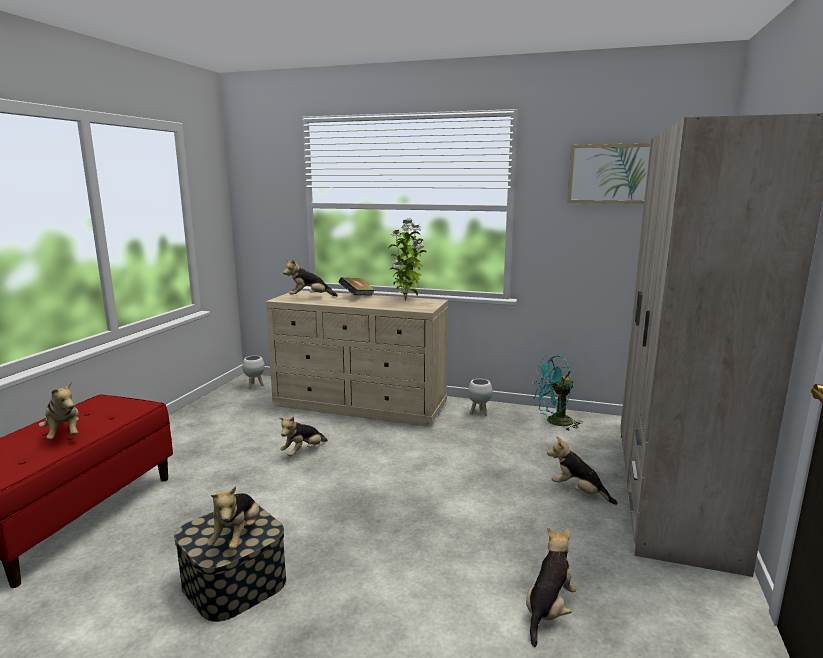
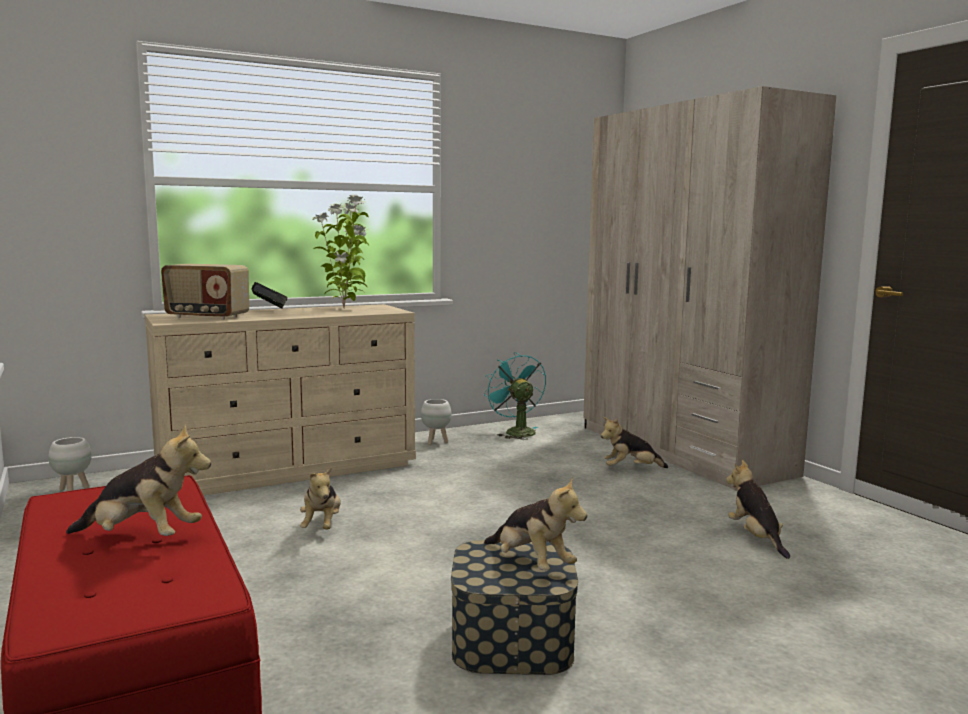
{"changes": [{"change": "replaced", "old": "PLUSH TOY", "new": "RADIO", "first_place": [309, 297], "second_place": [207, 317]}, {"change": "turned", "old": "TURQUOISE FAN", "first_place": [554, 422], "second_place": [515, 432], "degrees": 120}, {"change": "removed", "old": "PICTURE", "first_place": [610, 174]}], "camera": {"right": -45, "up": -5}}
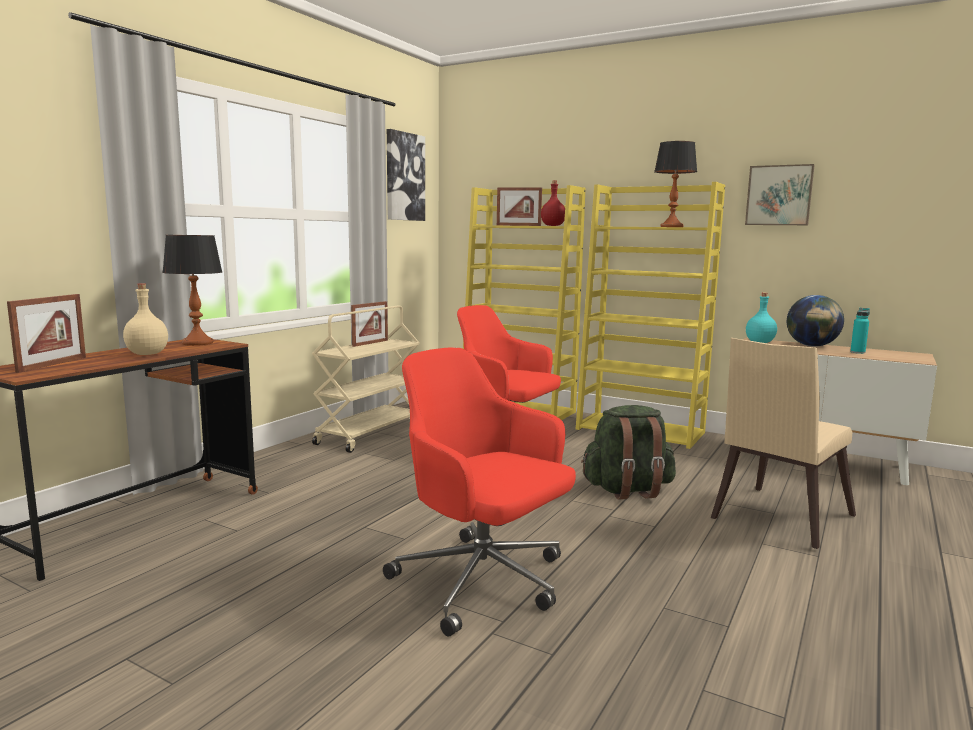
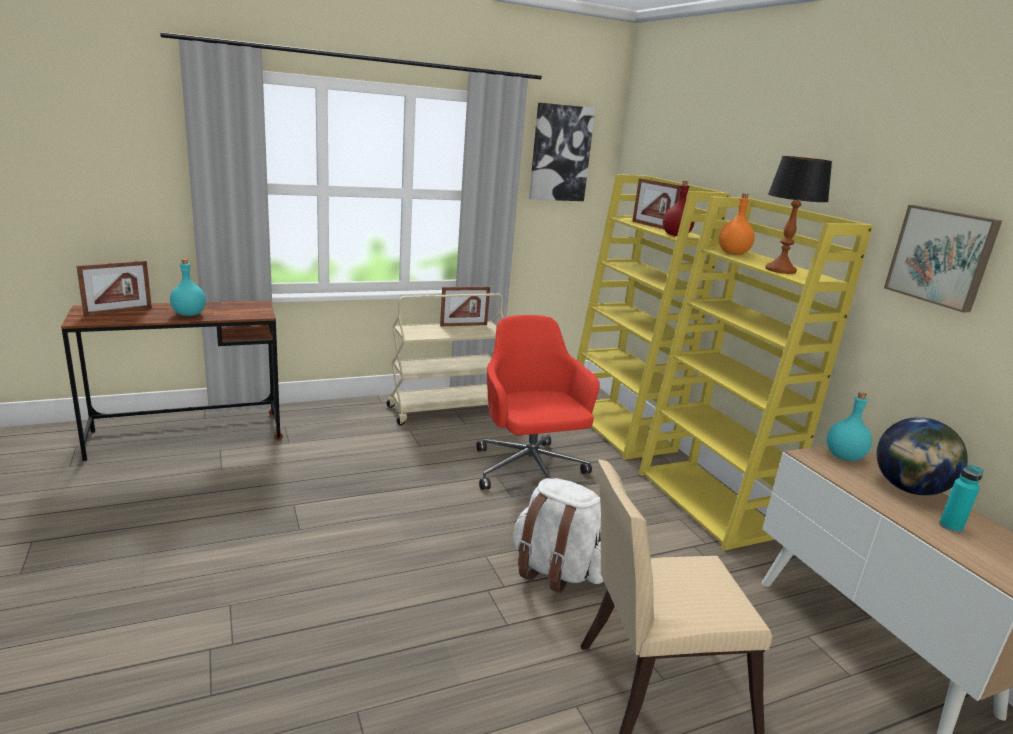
{"changes": [{"change": "recoloured", "old": "BEIGE BOTTLE", "new": "TURQUOISE BOTTLE", "first_place": [147, 354], "second_place": [189, 314]}, {"change": "recoloured", "old": "GREEN BACKPACK", "new": "WHITE BACKPACK", "first_place": [627, 490], "second_place": [557, 570]}, {"change": "added", "new": "ORANGE BOTTLE", "second_place": [732, 253]}, {"change": "removed", "old": "TABLE LAMP", "first_place": [198, 343]}, {"change": "removed", "old": "RED OFFICE CHAIR", "first_place": [483, 582]}], "camera": {"right": 35, "up": 10}}
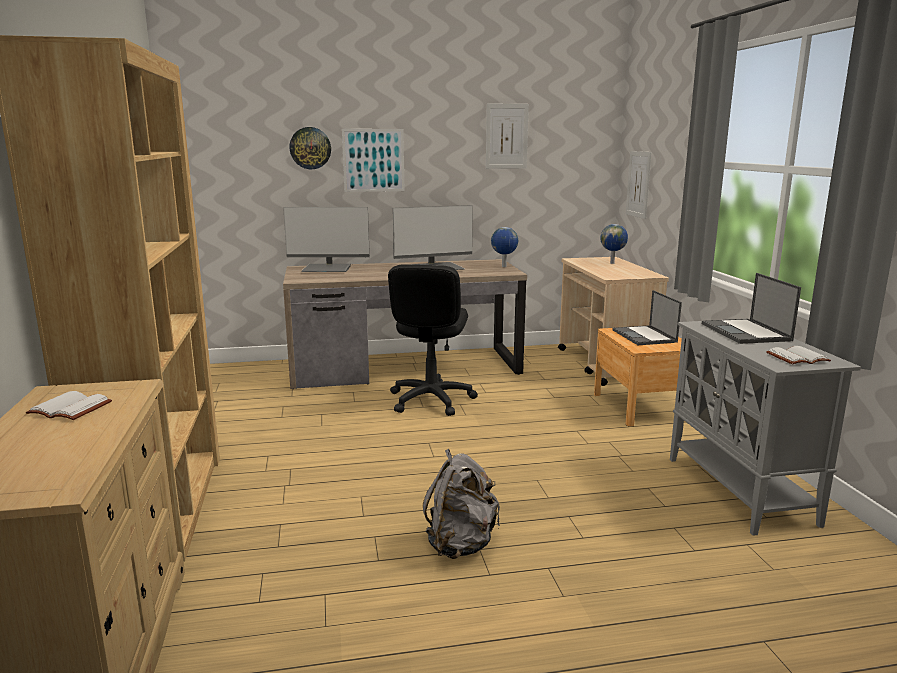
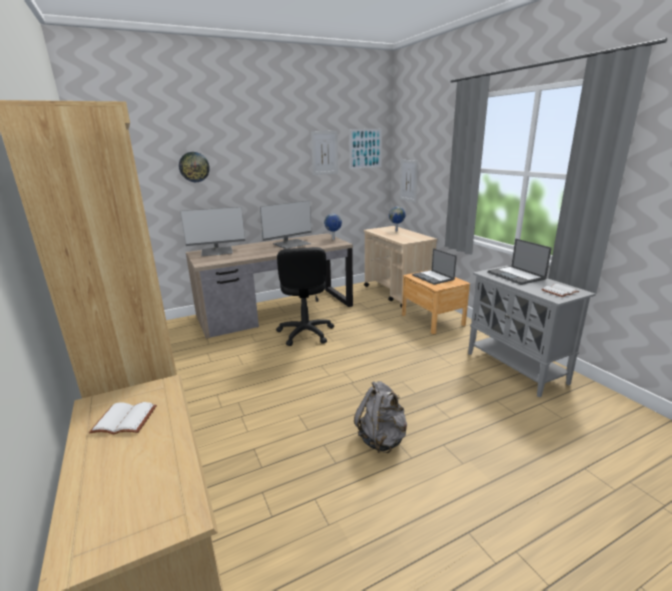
{"changes": [{"change": "moved", "old": "PICTURE", "first_place": [373, 160], "second_place": [365, 148]}], "camera": {"right": -15, "up": 5}}
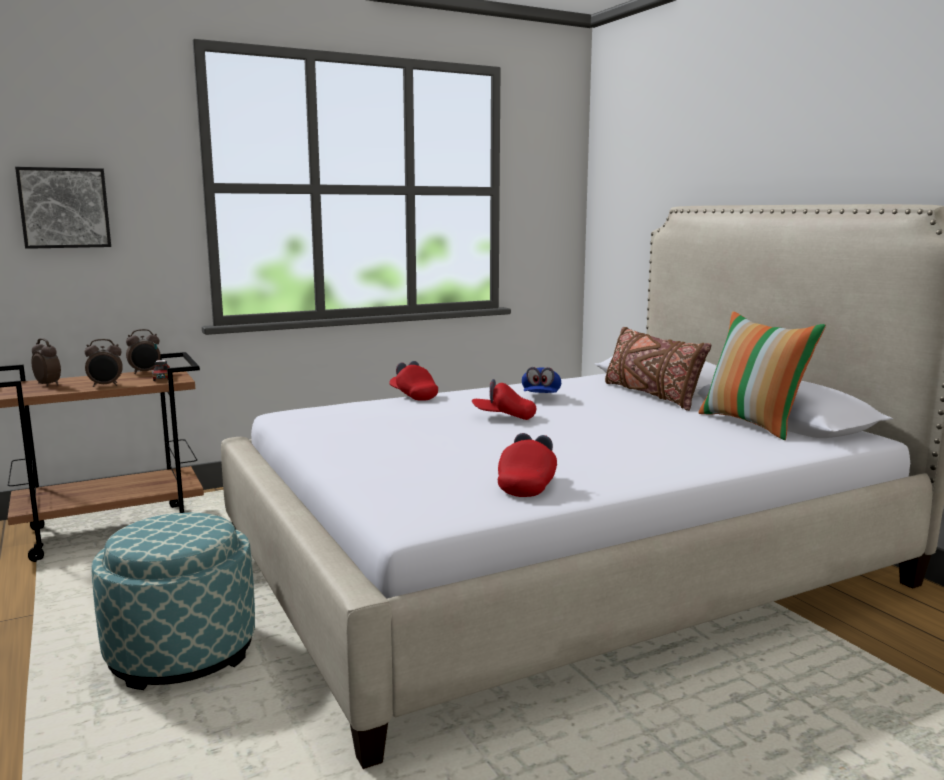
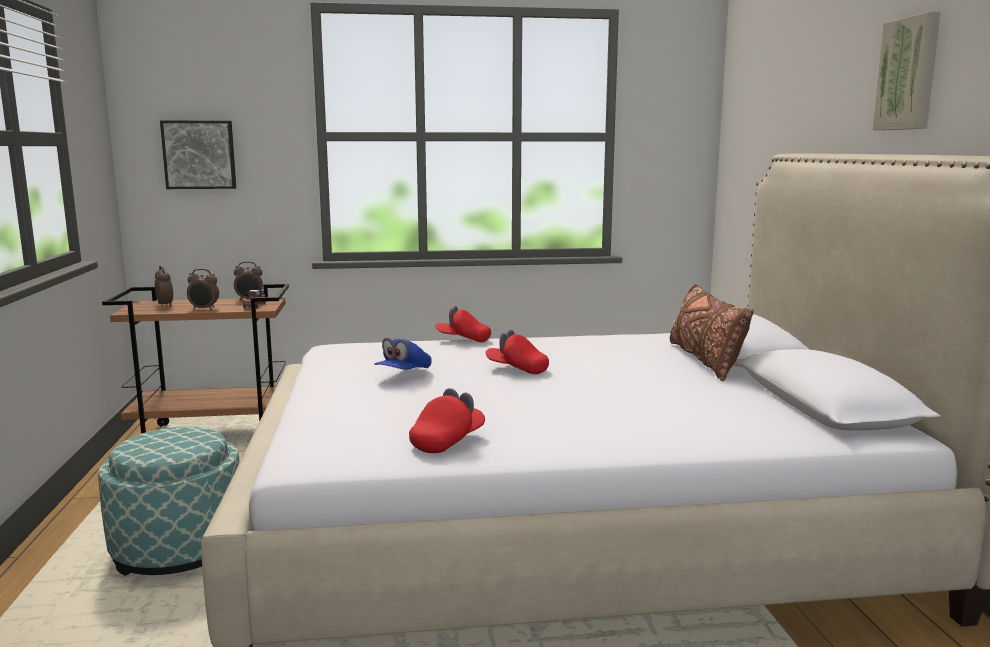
{"changes": [{"change": "moved", "old": "BLUE CAP", "first_place": [541, 397], "second_place": [403, 373]}, {"change": "turned", "old": "RED CAP", "first_place": [413, 396], "second_place": [463, 339], "degrees": -60}, {"change": "added", "new": "PICTURE", "second_place": [909, 74]}, {"change": "removed", "old": "PILLOW", "first_place": [753, 424]}], "camera": {"right": 20, "up": 0}}
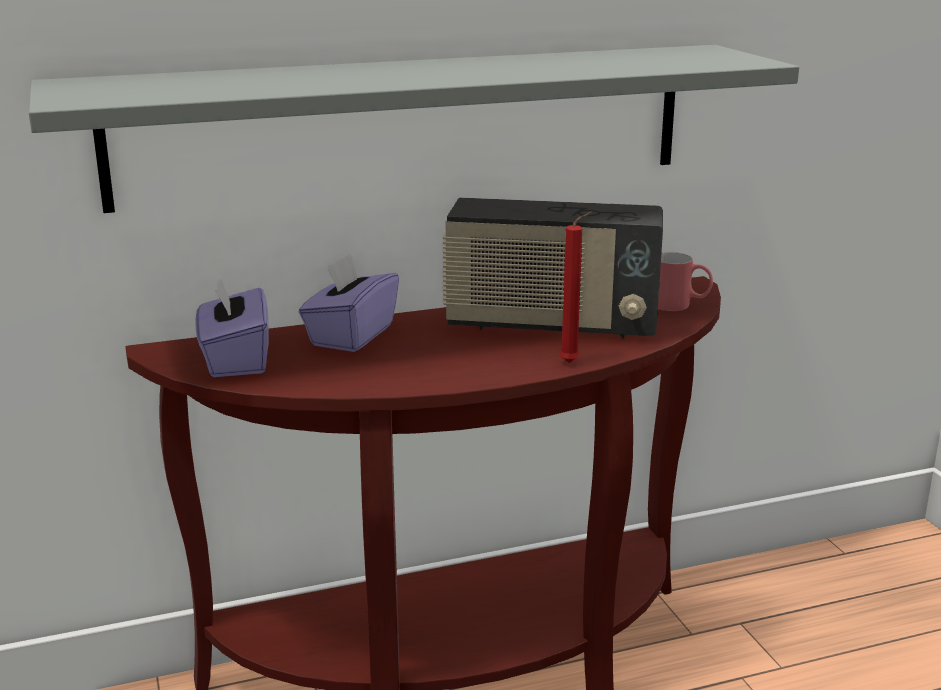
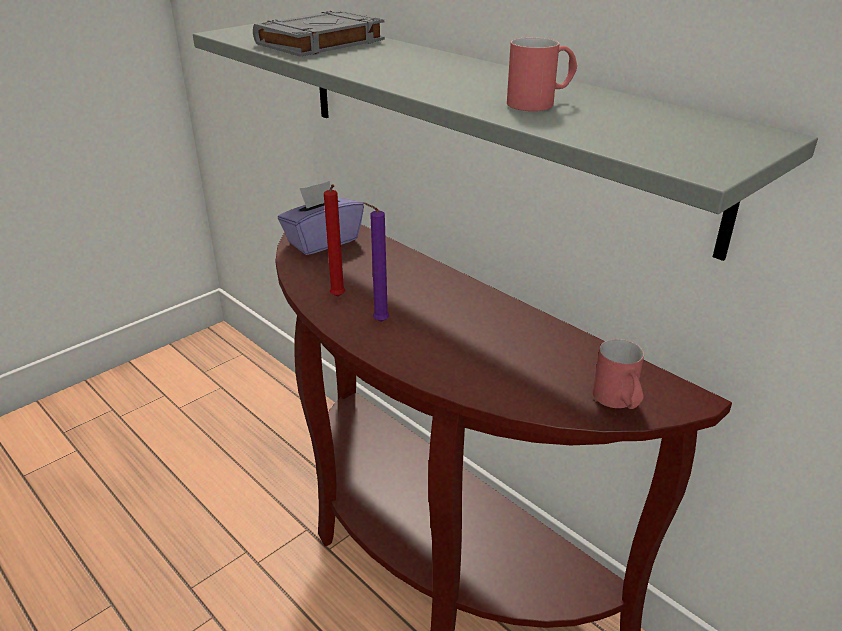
{"changes": [{"change": "added", "new": "GREY BOOK", "second_place": [319, 43]}, {"change": "moved", "old": "RED CANDLE", "first_place": [572, 363], "second_place": [338, 298]}, {"change": "added", "new": "PURPLE CANDLE", "second_place": [378, 322]}, {"change": "added", "new": "RED MUG", "second_place": [540, 103]}, {"change": "removed", "old": "PURPLE TISSUE BOX", "first_place": [351, 335]}, {"change": "removed", "old": "RADIO", "first_place": [551, 325]}], "camera": {"right": 65, "up": 10}}
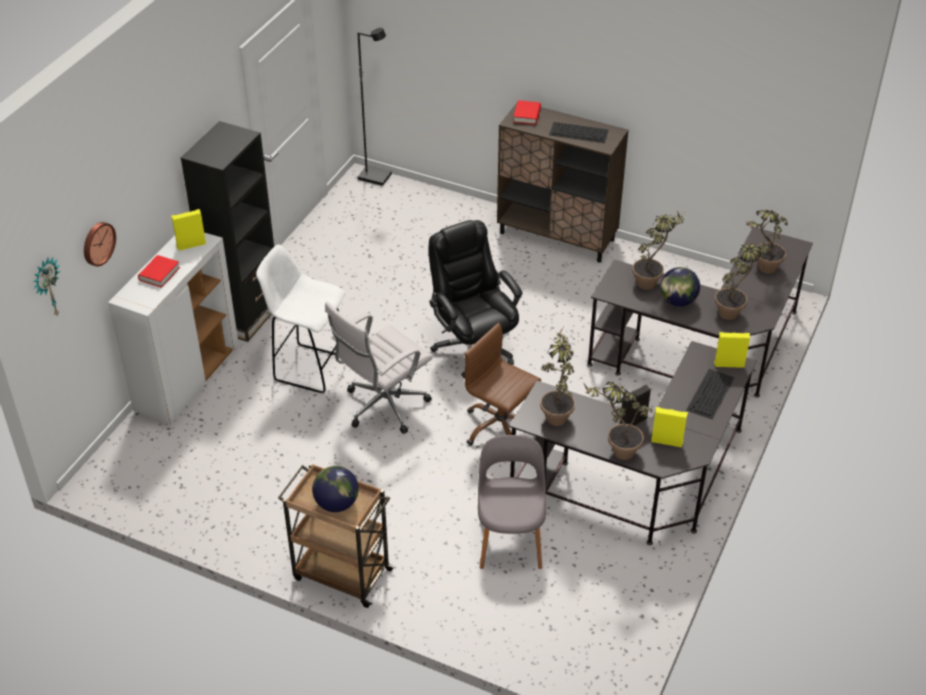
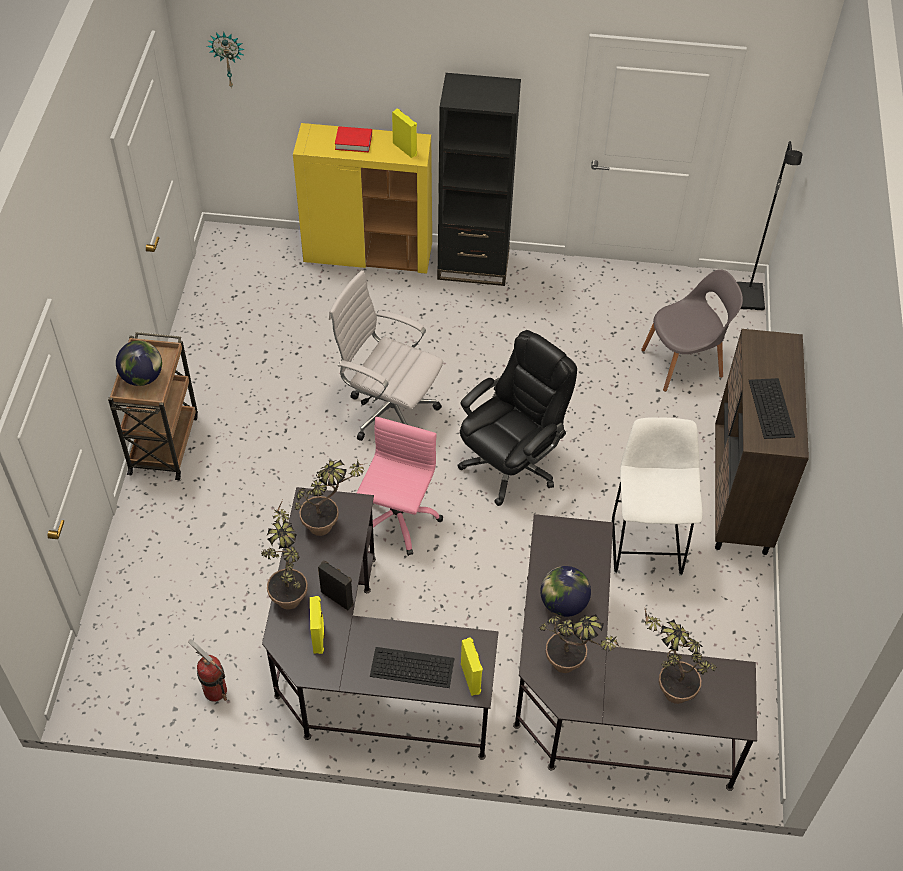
{"changes": [{"change": "added", "new": "FIRE EXTINGUISHER", "second_place": [215, 691]}, {"change": "recoloured", "old": "WHITE CABINET", "new": "YELLOW CABINET", "first_place": [187, 378], "second_place": [369, 253]}, {"change": "recoloured", "old": "BROWN OFFICE CHAIR", "new": "PINK OFFICE CHAIR", "first_place": [500, 428], "second_place": [397, 519]}, {"change": "moved", "old": "WHITE STOOL", "first_place": [309, 368], "second_place": [646, 545]}, {"change": "moved", "old": "GREY CHAIR", "first_place": [510, 539], "second_place": [684, 362]}, {"change": "removed", "old": "WALL CLOCK", "first_place": [97, 243]}, {"change": "removed", "old": "RED BOOK", "first_place": [527, 115]}, {"change": "removed", "old": "POTTED PLANT", "first_place": [652, 281]}], "camera": {"right": 70, "up": 10}}
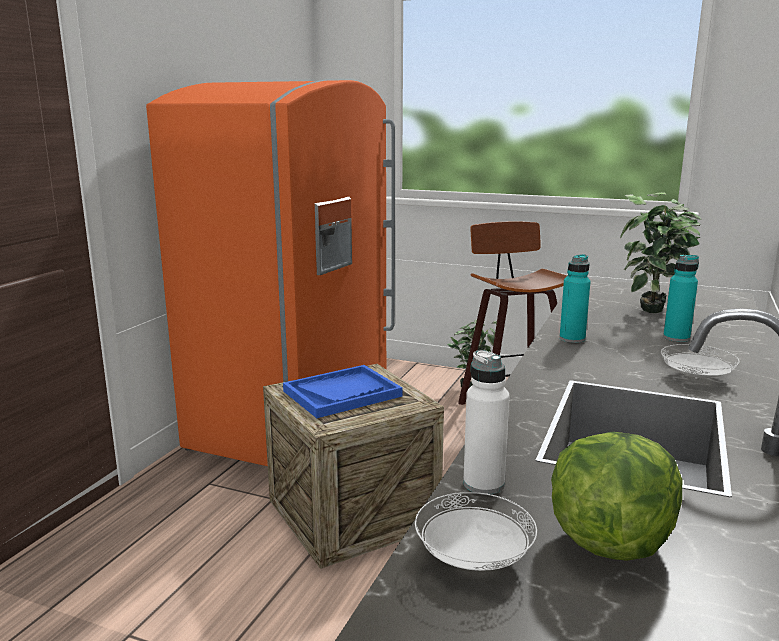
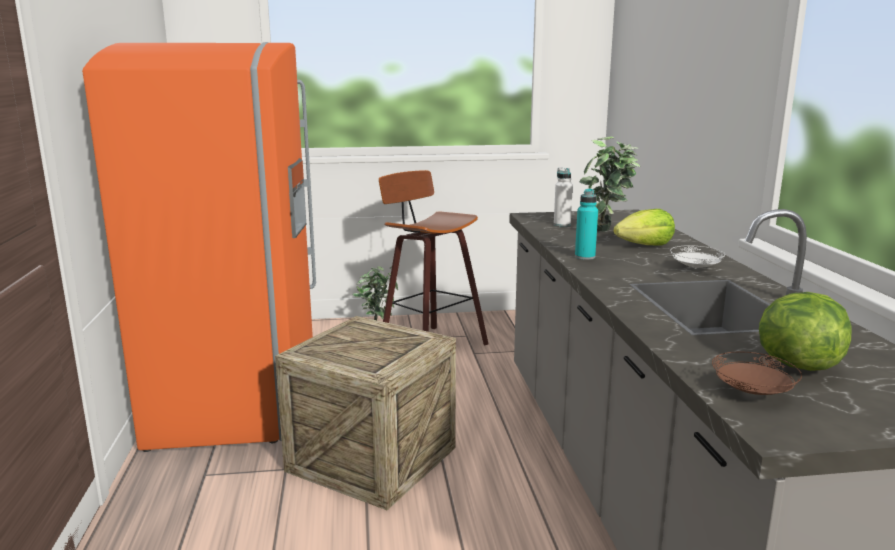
{"changes": [{"change": "moved", "old": "WHITE BOTTLE", "first_place": [483, 484], "second_place": [562, 224]}, {"change": "replaced", "old": "TURQUOISE BOTTLE", "new": "LETTUCE", "first_place": [676, 338], "second_place": [645, 245]}, {"change": "recoloured", "old": "WHITE PLATE", "new": "BROWN PLATE", "first_place": [474, 559], "second_place": [753, 393]}, {"change": "removed", "old": "BLUE TRAY", "first_place": [342, 393]}], "camera": {"right": -30, "up": 0}}
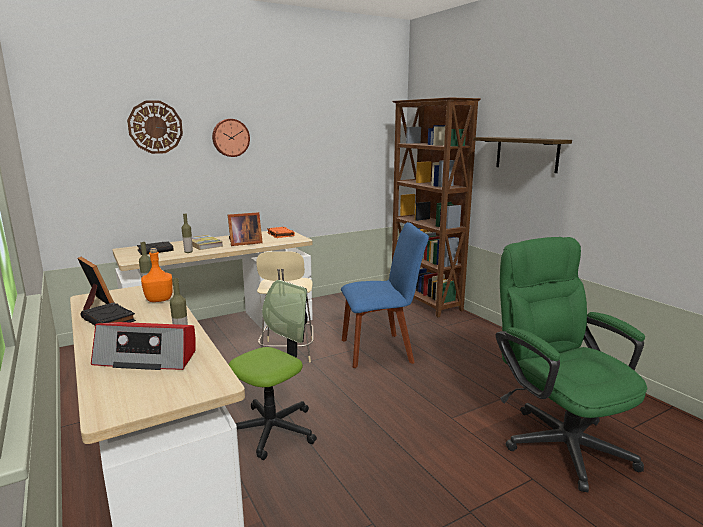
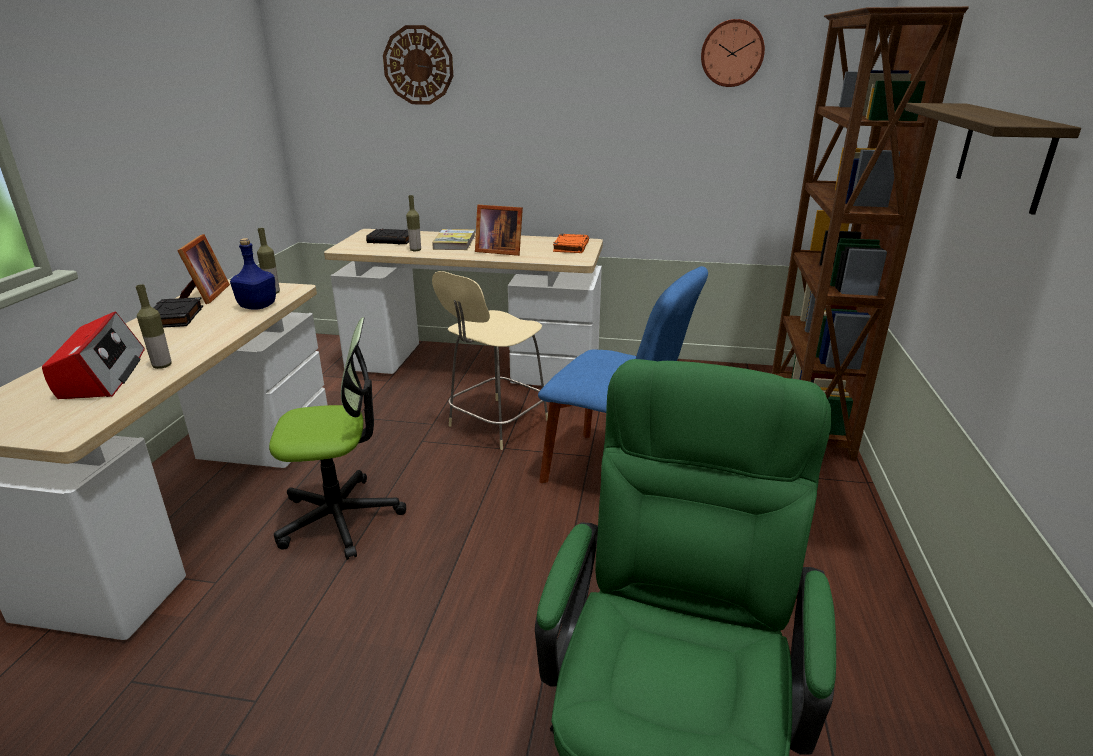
{"changes": [{"change": "turned", "old": "RADIO", "first_place": [148, 358], "second_place": [101, 374], "degrees": -150}, {"change": "recoloured", "old": "ORANGE BOTTLE", "new": "BLUE BOTTLE", "first_place": [158, 299], "second_place": [257, 306]}, {"change": "moved", "old": "WALL CLOCK", "first_place": [230, 137], "second_place": [732, 53]}], "camera": {"right": 40, "up": 10}}
